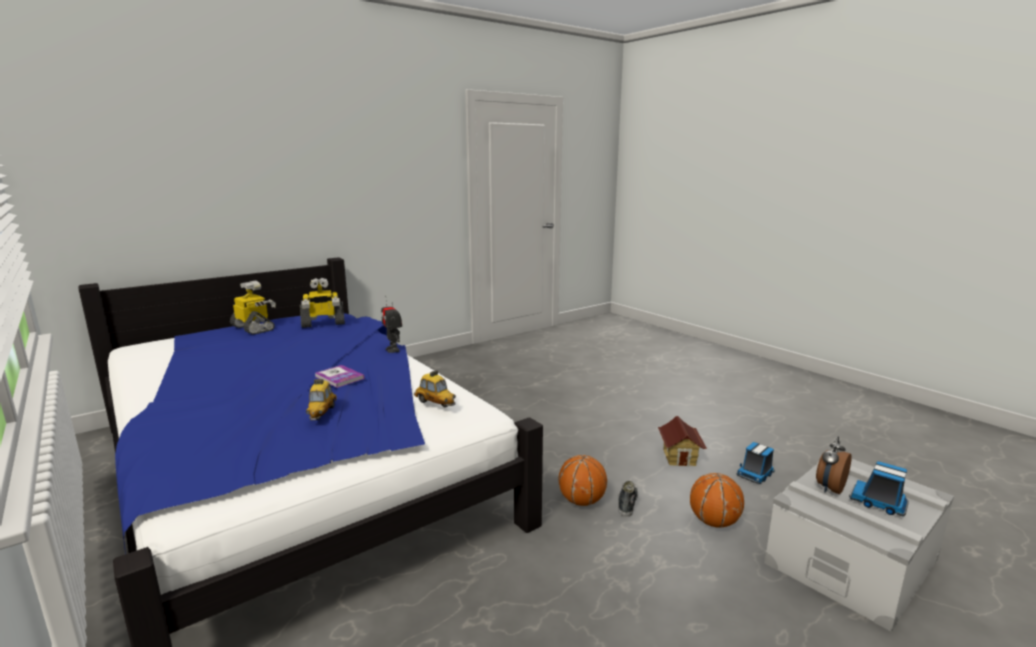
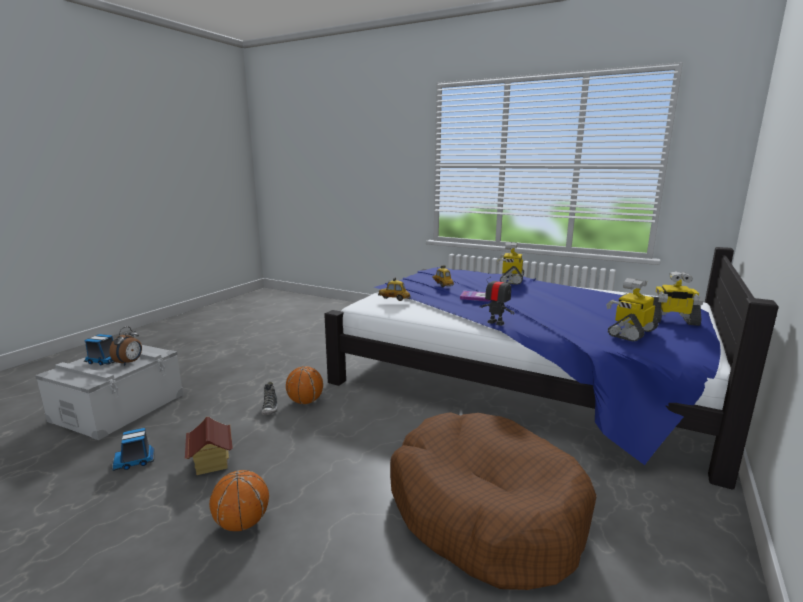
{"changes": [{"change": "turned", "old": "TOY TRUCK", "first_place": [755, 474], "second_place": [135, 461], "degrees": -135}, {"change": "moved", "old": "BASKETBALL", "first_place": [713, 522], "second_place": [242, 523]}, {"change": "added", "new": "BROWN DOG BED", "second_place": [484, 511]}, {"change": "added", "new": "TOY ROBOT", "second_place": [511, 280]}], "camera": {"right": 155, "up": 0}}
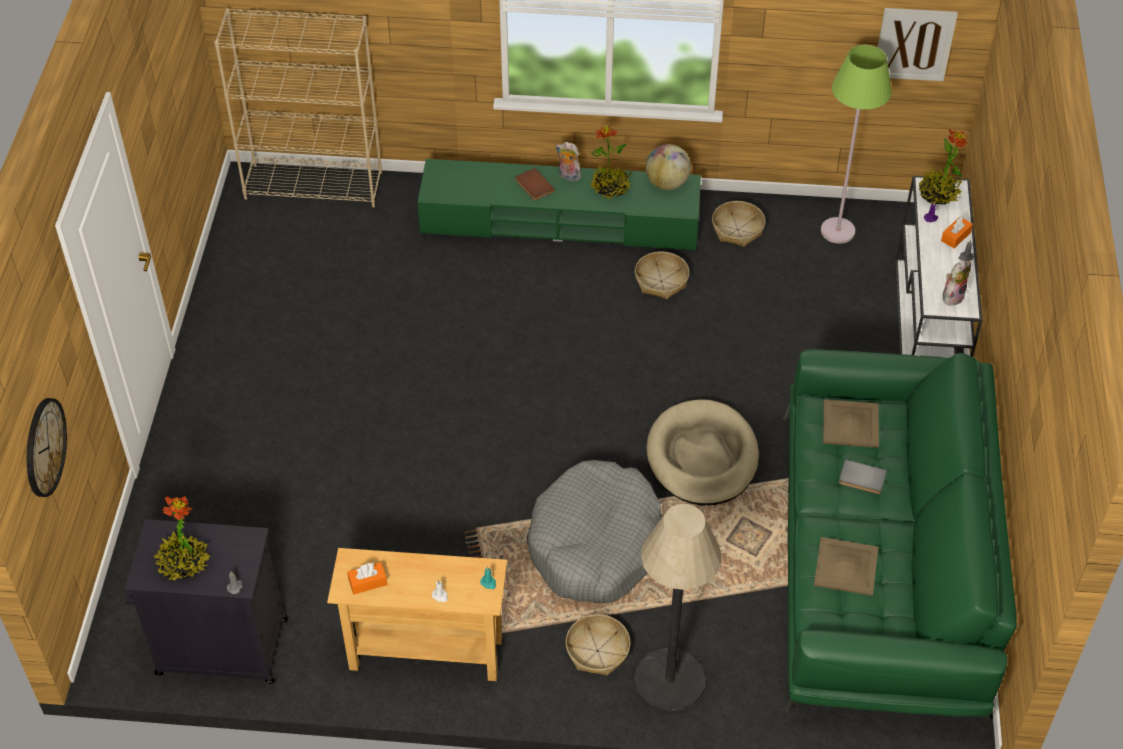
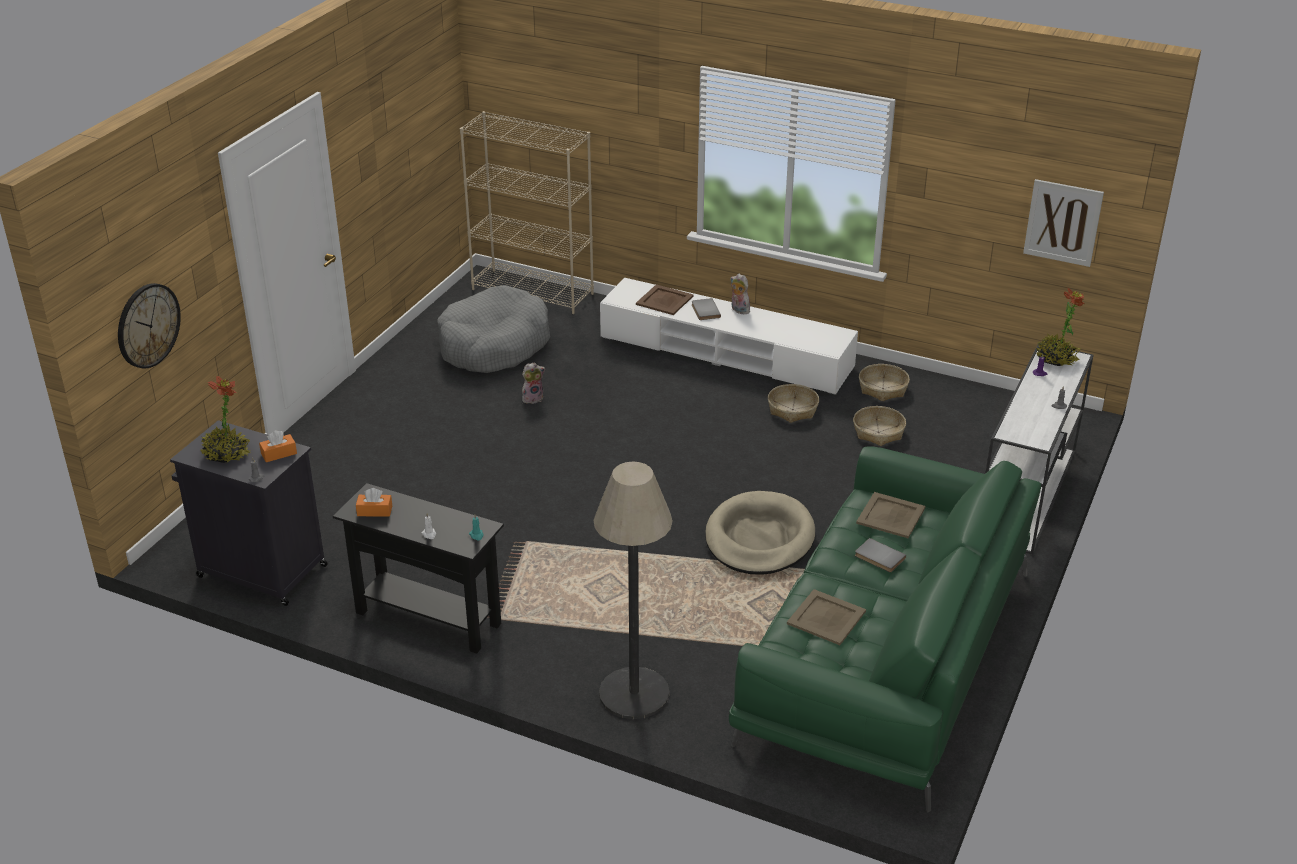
{"changes": [{"change": "moved", "old": "ORANGE TISSUE BOX", "first_place": [955, 237], "second_place": [279, 453]}, {"change": "recoloured", "old": "BEIGE CONSOLE TABLE", "new": "BLACK CONSOLE TABLE", "first_place": [426, 653], "second_place": [428, 618]}, {"change": "moved", "old": "GREY DOG BED", "first_place": [595, 544], "second_place": [493, 345]}, {"change": "moved", "old": "PLUSH TOY", "first_place": [952, 296], "second_place": [533, 398]}, {"change": "recoloured", "old": "GREEN TV STAND", "new": "WHITE TV STAND", "first_place": [560, 221], "second_place": [726, 353]}, {"change": "added", "new": "BROWN TRAY", "second_place": [664, 300]}, {"change": "recoloured", "old": "BROWN BOOK", "new": "GREY BOOK", "first_place": [533, 186], "second_place": [704, 311]}, {"change": "moved", "old": "BASKET", "first_place": [597, 650], "second_place": [878, 432]}, {"change": "removed", "old": "POTTED PLANT", "first_place": [610, 187]}, {"change": "removed", "old": "GLOBE", "first_place": [667, 183]}, {"change": "removed", "old": "GREEN FLOOR LAMP", "first_place": [837, 231]}], "camera": {"right": 20, "up": -15}}
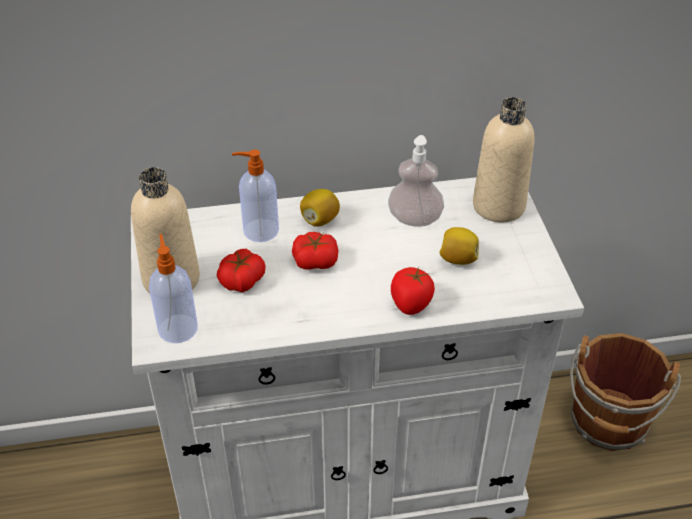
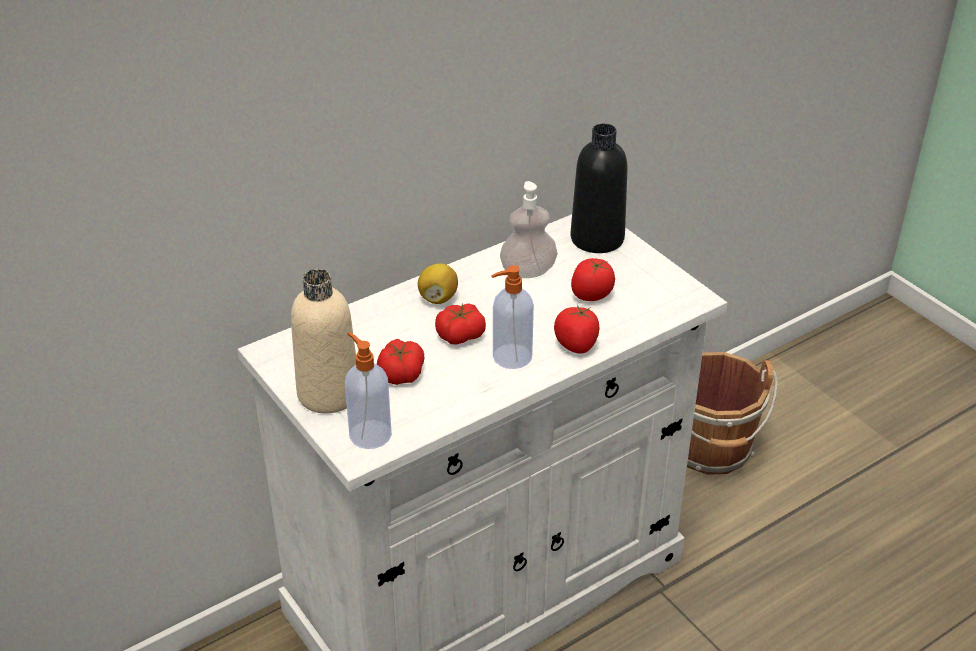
{"changes": [{"change": "moved", "old": "SOAP DISPENSER", "first_place": [259, 230], "second_place": [510, 357]}, {"change": "recoloured", "old": "BEIGE BOTTLE", "new": "BLACK BOTTLE", "first_place": [498, 206], "second_place": [597, 239]}, {"change": "replaced", "old": "LEMON", "new": "TOMATO", "first_place": [457, 259], "second_place": [591, 294]}], "camera": {"right": -25, "up": -5}}
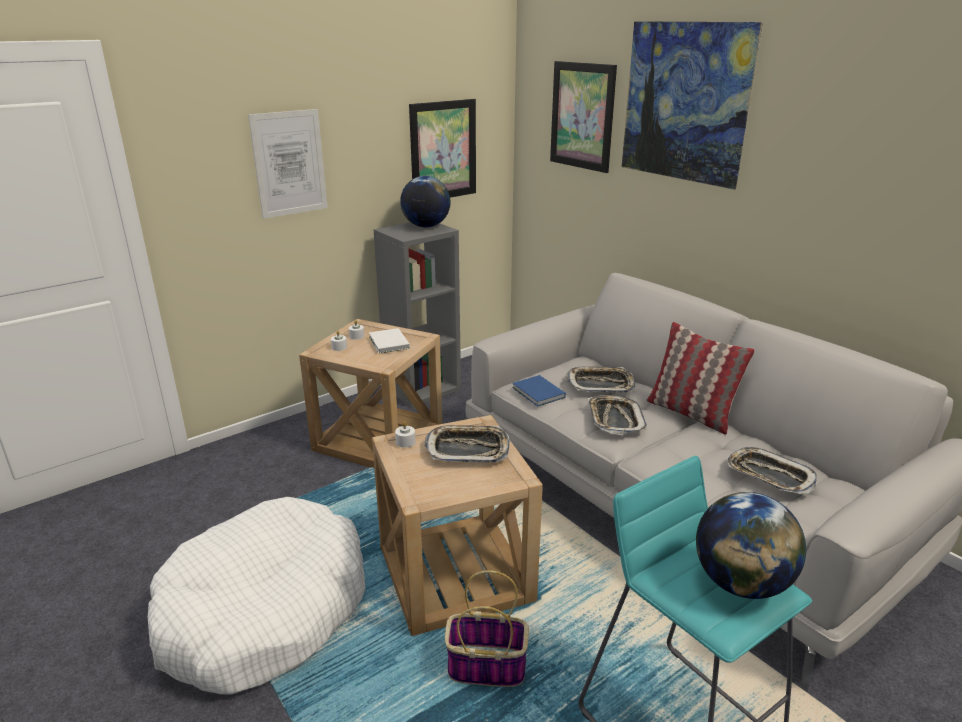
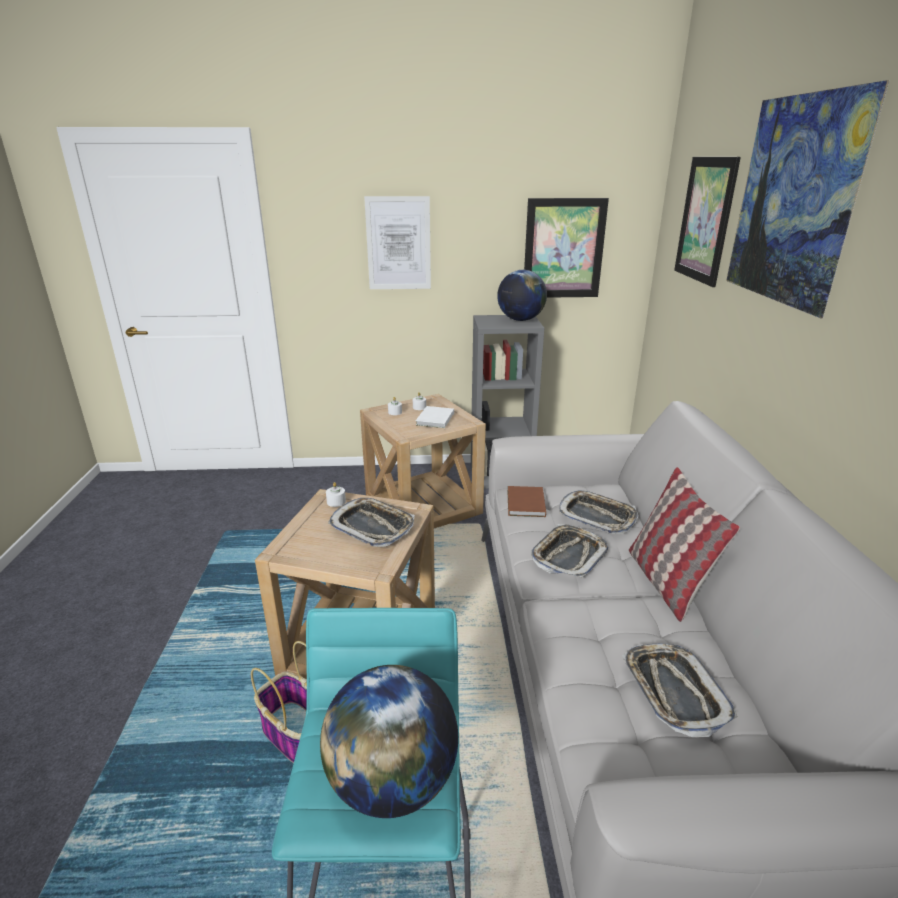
{"changes": [{"change": "recoloured", "old": "BLUE BOOK", "new": "BROWN BOOK", "first_place": [538, 393], "second_place": [525, 504]}, {"change": "removed", "old": "WHITE DOG BED", "first_place": [264, 611]}], "camera": {"right": 35, "up": 0}}
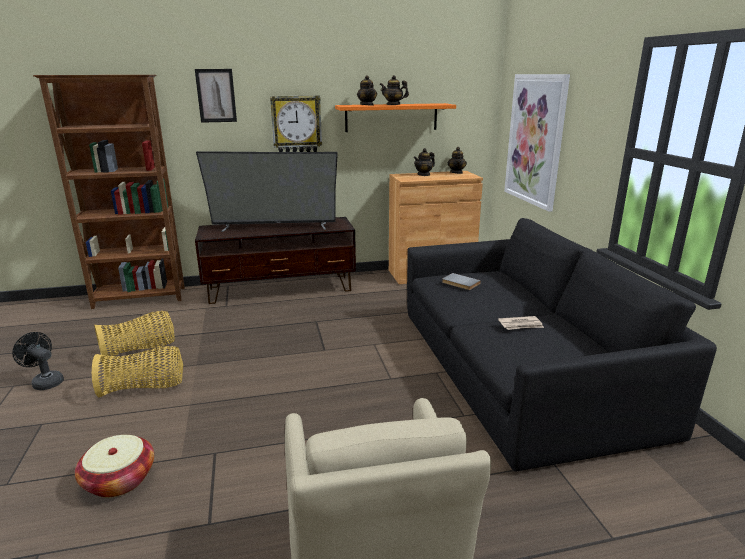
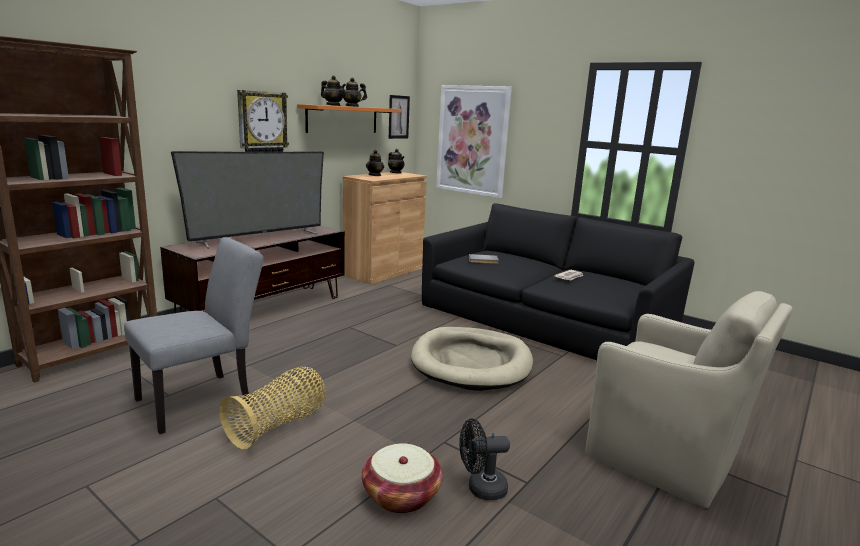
{"changes": [{"change": "replaced", "old": "BASKET", "new": "GREY CHAIR", "first_place": [140, 350], "second_place": [203, 399]}, {"change": "moved", "old": "PICTURE", "first_place": [216, 95], "second_place": [398, 117]}, {"change": "added", "new": "BEIGE DOG BED", "second_place": [471, 363]}, {"change": "moved", "old": "BLACK FAN", "first_place": [45, 382], "second_place": [480, 489]}], "camera": {"right": -40, "up": -5}}
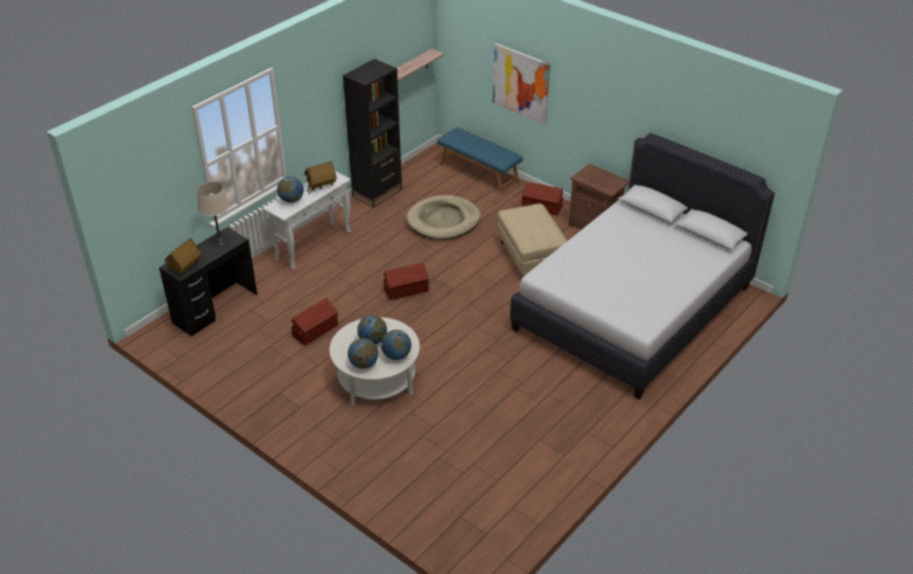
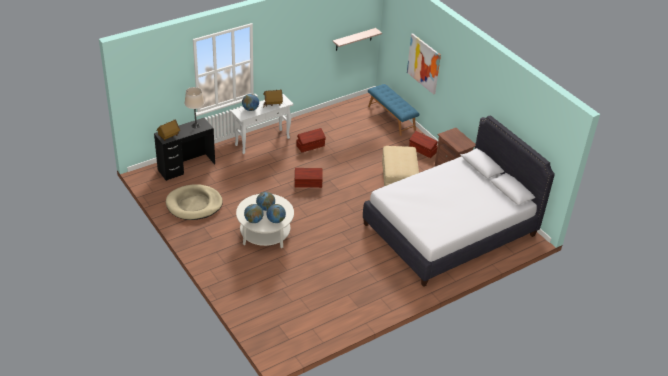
{"changes": [{"change": "moved", "old": "BEIGE DOG BED", "first_place": [443, 221], "second_place": [194, 204]}, {"change": "moved", "old": "BROWN STORAGE BOX", "first_place": [316, 331], "second_place": [311, 146]}, {"change": "removed", "old": "BLACK BOOKCASE", "first_place": [377, 193]}], "camera": {"right": 15, "up": 0}}
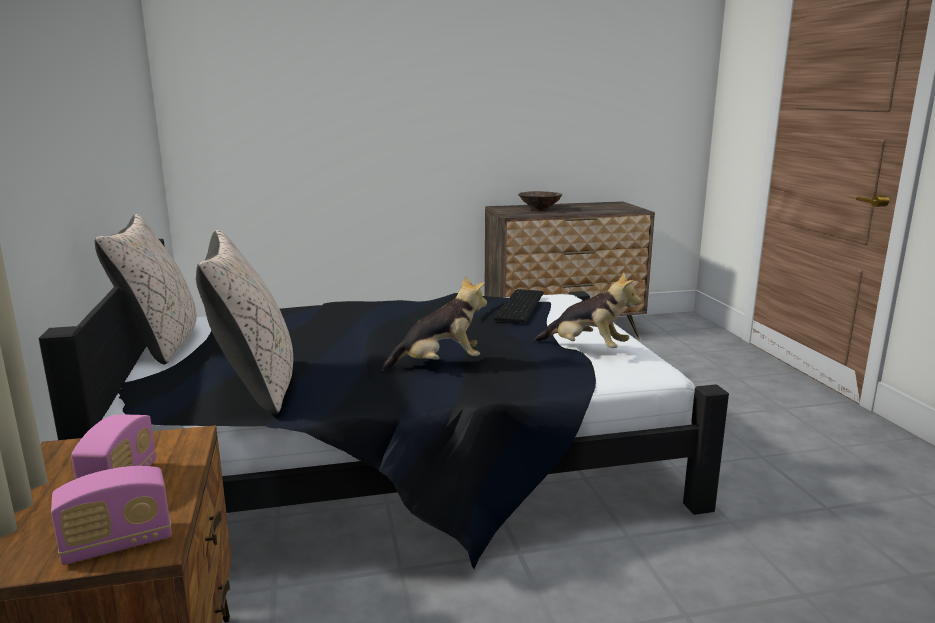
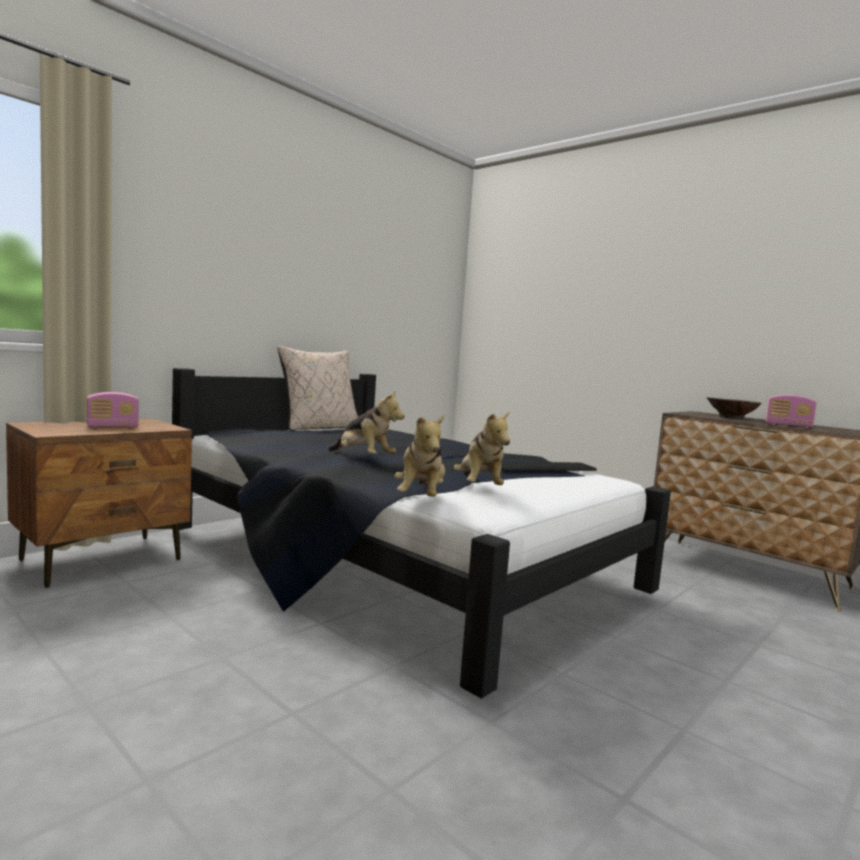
{"changes": [{"change": "added", "new": "PLUSH TOY", "second_place": [421, 497]}, {"change": "moved", "old": "RADIO", "first_place": [118, 544], "second_place": [788, 426]}, {"change": "removed", "old": "BEIGE PILLOW", "first_place": [255, 386]}], "camera": {"right": 55, "up": -10}}
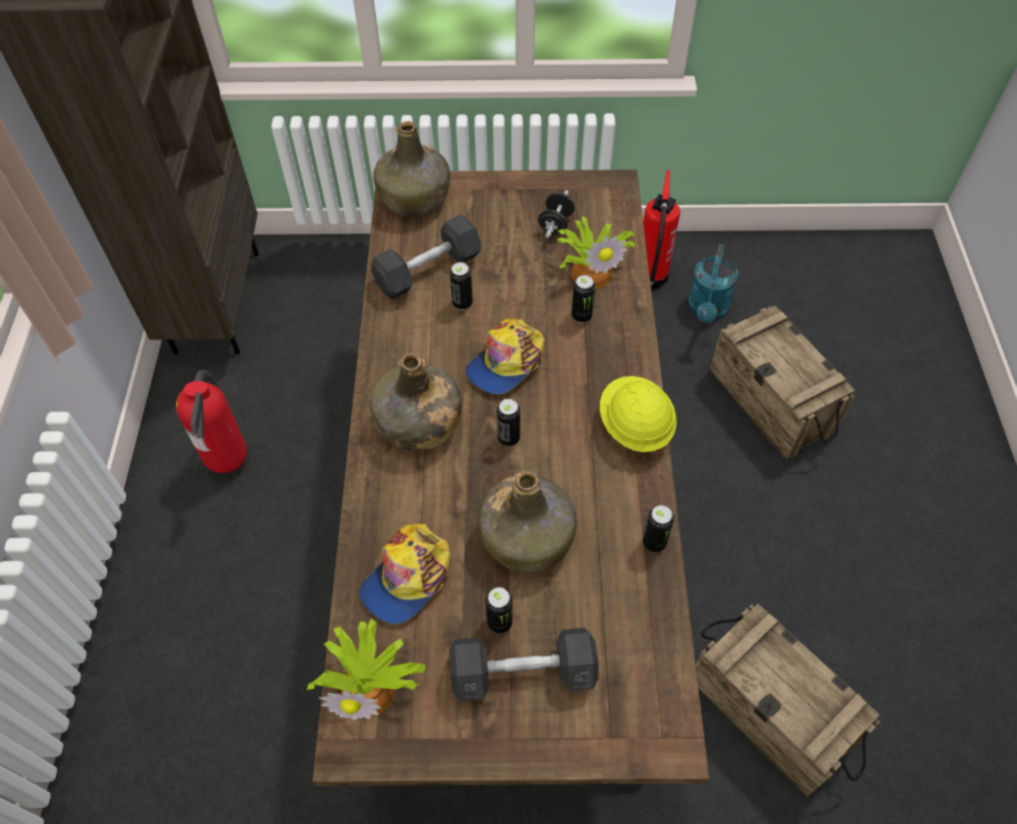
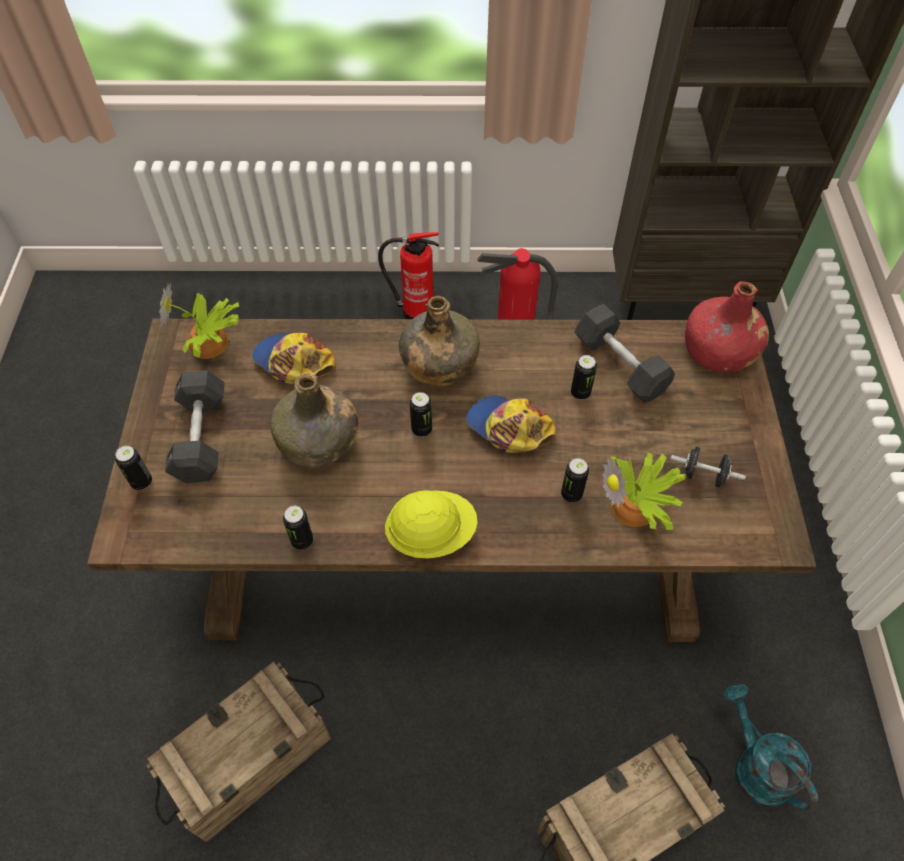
{"changes": [{"change": "moved", "old": "CAN", "first_place": [499, 622], "second_place": [141, 482]}, {"change": "moved", "old": "FIRE EXTINGUISHER", "first_place": [650, 279], "second_place": [415, 312]}, {"change": "recoloured", "old": "GREEN BOTTLE", "new": "RED BOTTLE", "first_place": [415, 198], "second_place": [718, 352]}, {"change": "turned", "old": "TURQUOISE WATERING CAN", "first_place": [707, 310], "second_place": [754, 765], "degrees": 45}], "camera": {"right": 90, "up": 0}}
